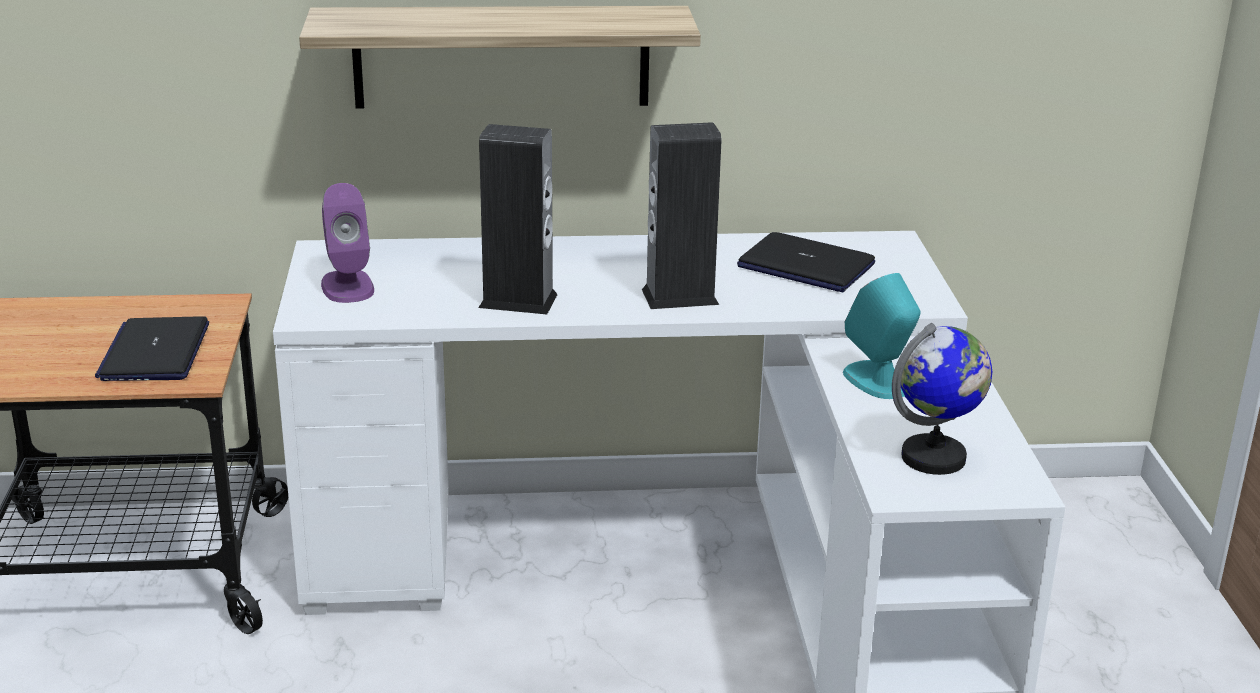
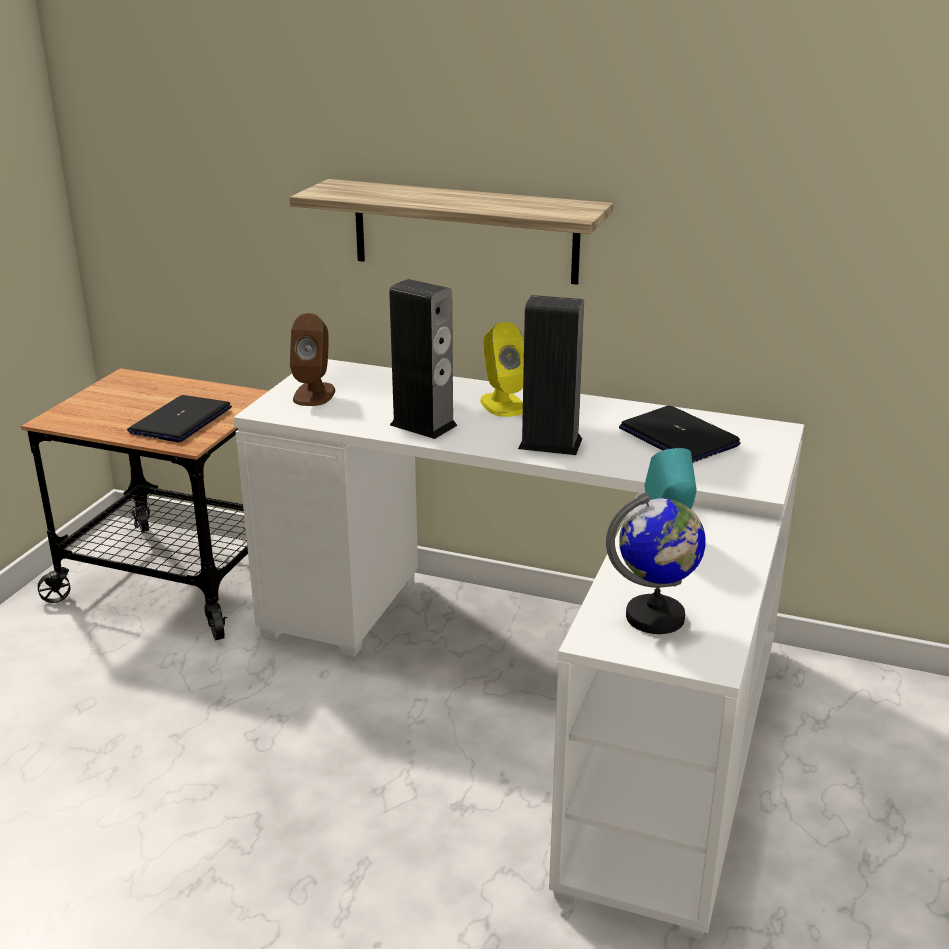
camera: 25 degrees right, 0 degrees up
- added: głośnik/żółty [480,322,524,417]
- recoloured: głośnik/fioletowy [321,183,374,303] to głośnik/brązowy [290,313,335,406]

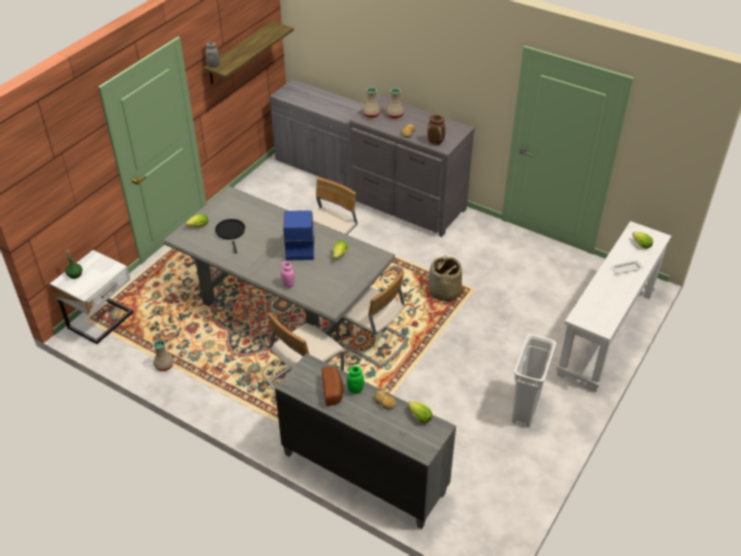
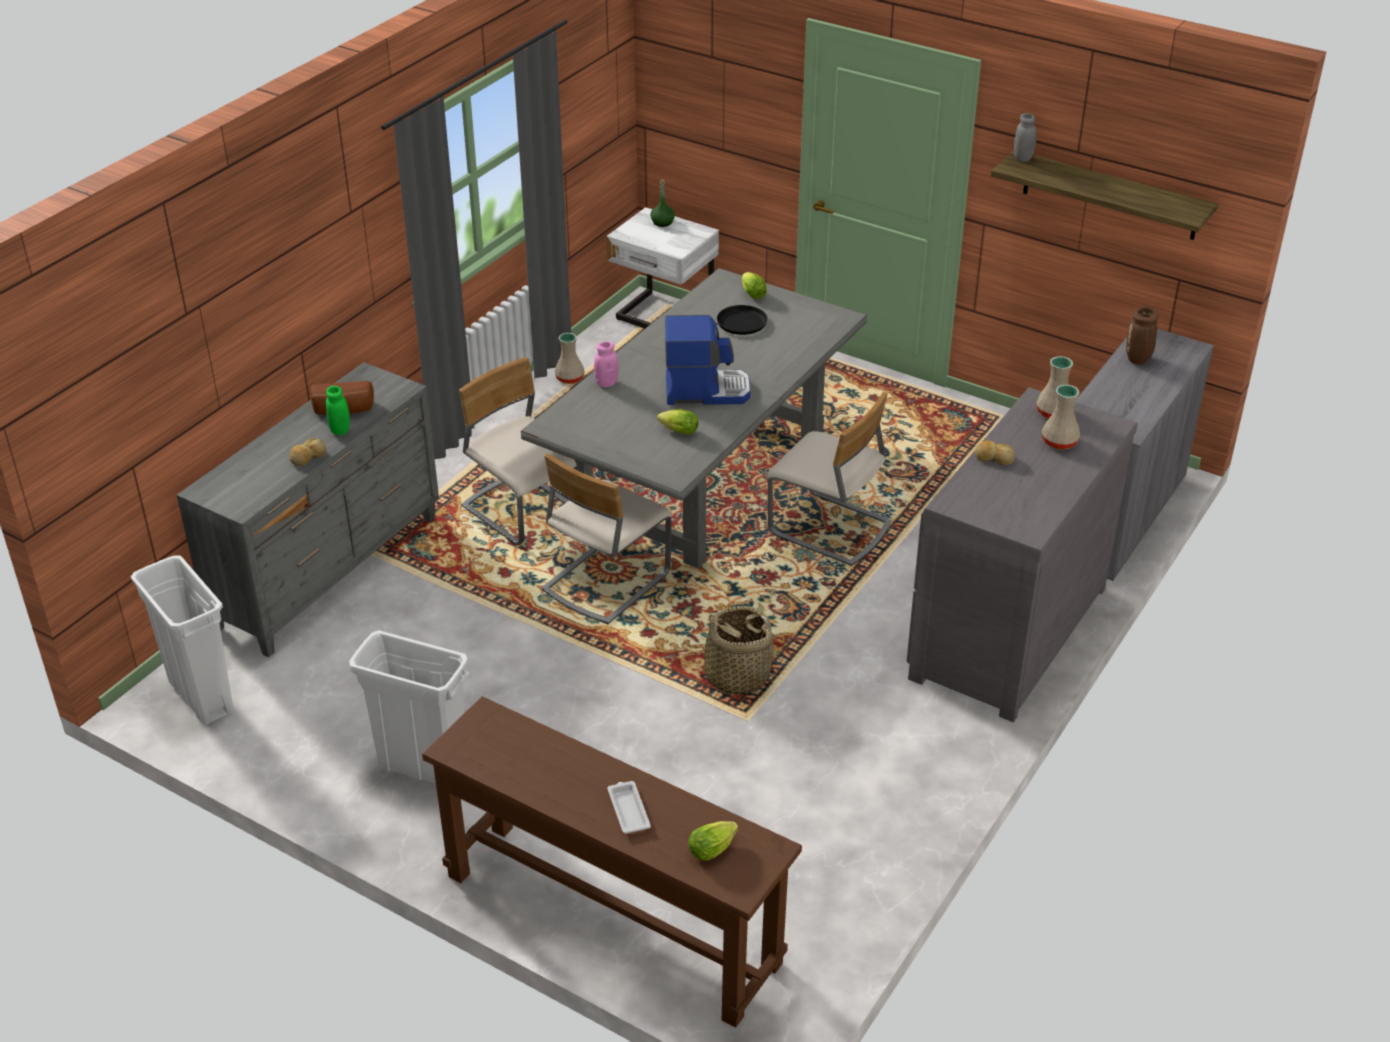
camera: 90 degrees right, 5 degrees down
- removed: sałata [408,401,432,423]
- added: kosz na śmieci/biały [131,556,233,725]
- moved: wazon/brązowy [427,115,445,145] to [1126,306,1159,365]
- recoloured: stolik konsolowy/biały [557,221,671,392] to stolik konsolowy/brązowy [422,696,802,1028]

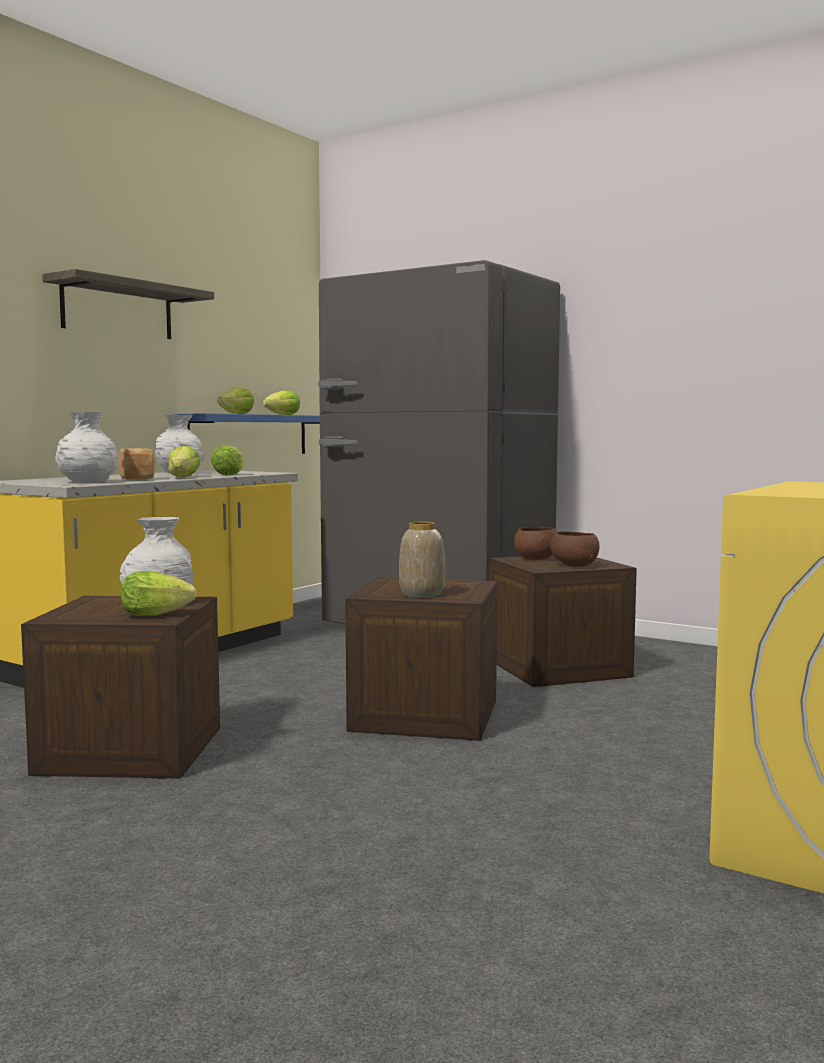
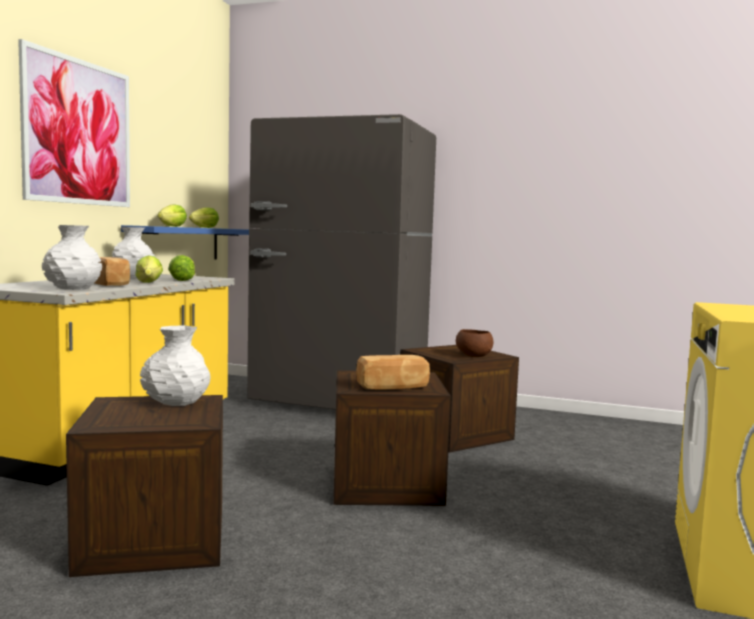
camera: 15 degrees left, 0 degrees up
- removed: sałata [120,571,197,616]
- removed: miska/brązowy [514,527,558,560]
- replaced: półka [42,269,214,339] to obraz [18,39,130,207]
- replaced: wazon [399,522,445,598] to chleb [356,355,430,390]

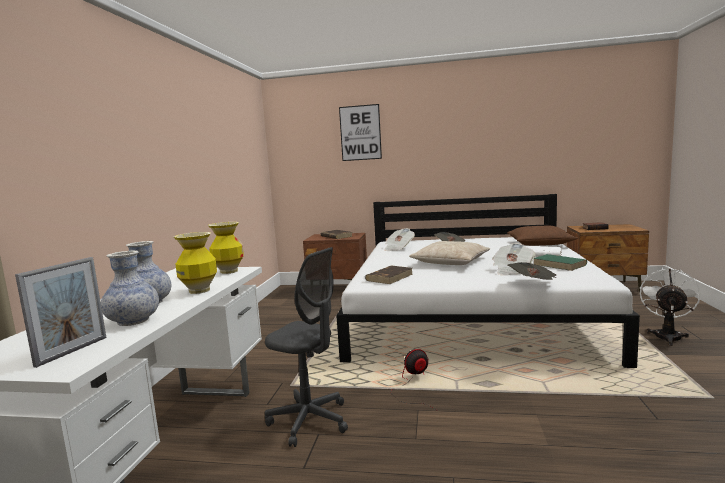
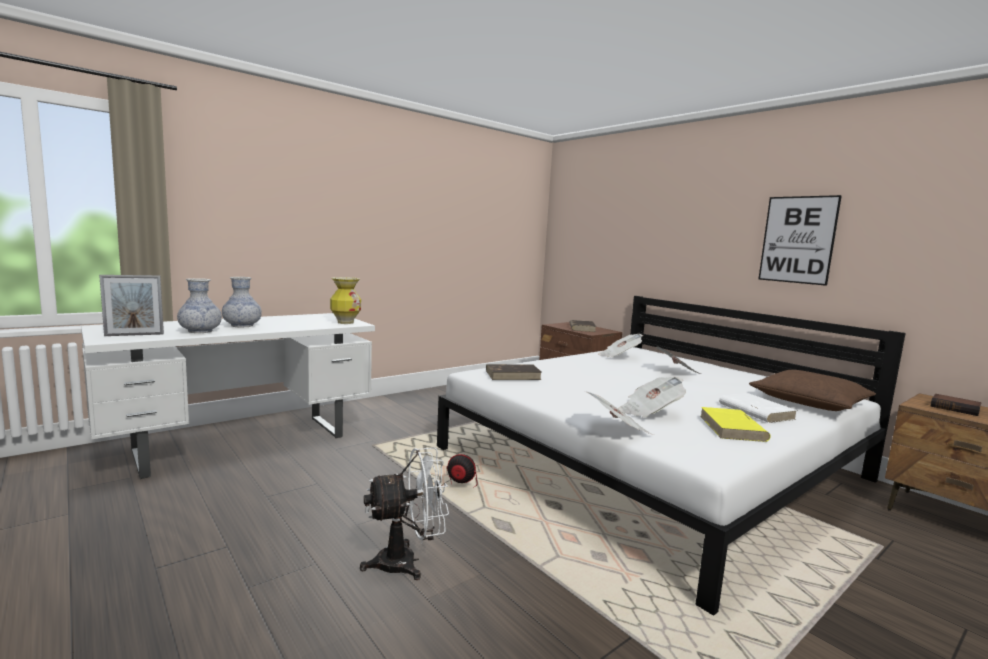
camera: 40 degrees right, 0 degrees up
- removed: wazon [174,232,217,294]
- removed: krzesło biurowe/szary [265,247,348,447]
- removed: poduszka/beżowy [409,241,490,265]
- moved: obraz [339,104,382,161] to [759,195,842,286]
- moved: wentylator/biały [640,267,701,346] to [360,448,449,580]
- recoloured: książka/zielony [534,254,587,271] to książka/żółty [700,407,771,442]

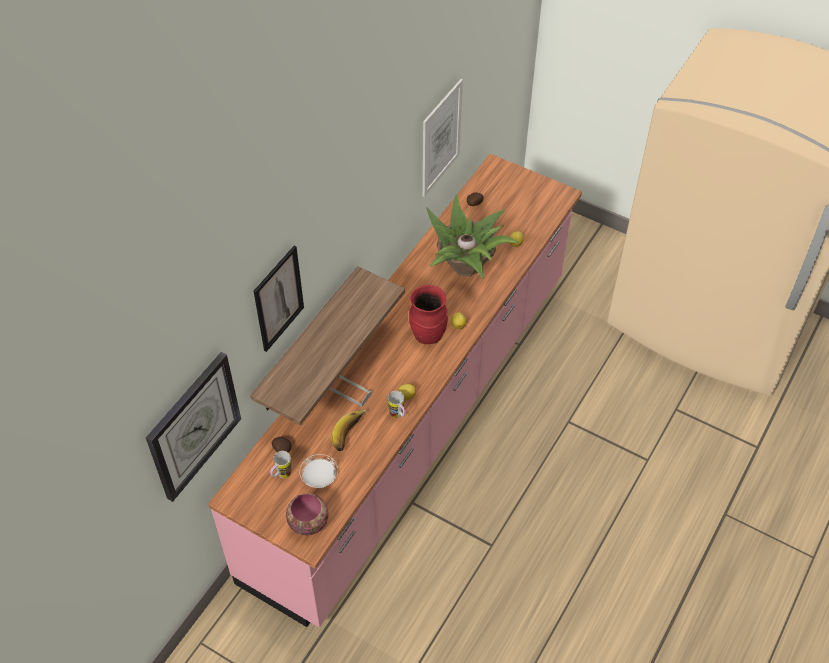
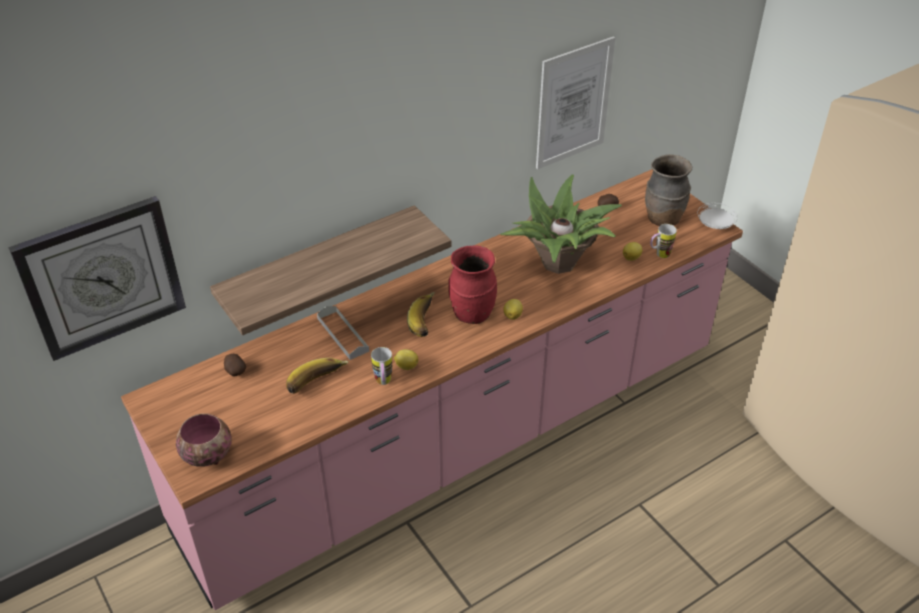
camera: 25 degrees right, 10 degrees down
- removed: obraz [254,246,304,352]
- added: banan [407,292,435,337]
- added: wazon/brązowy [645,154,692,226]
- moved: kubek [270,451,292,479] to [650,224,677,258]
- moved: talerz/biały [300,454,338,488] to [697,203,738,229]

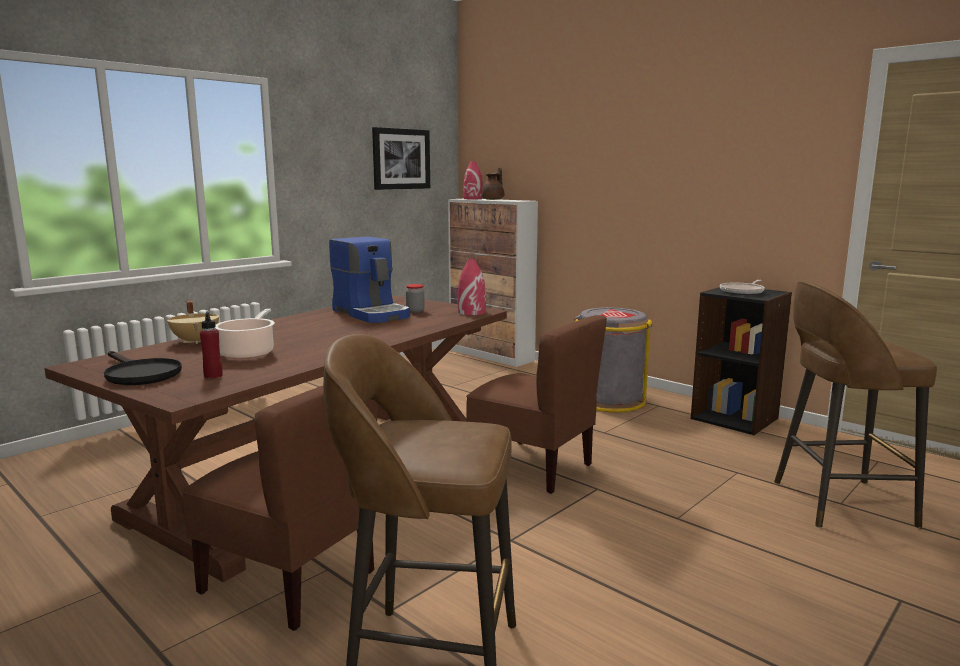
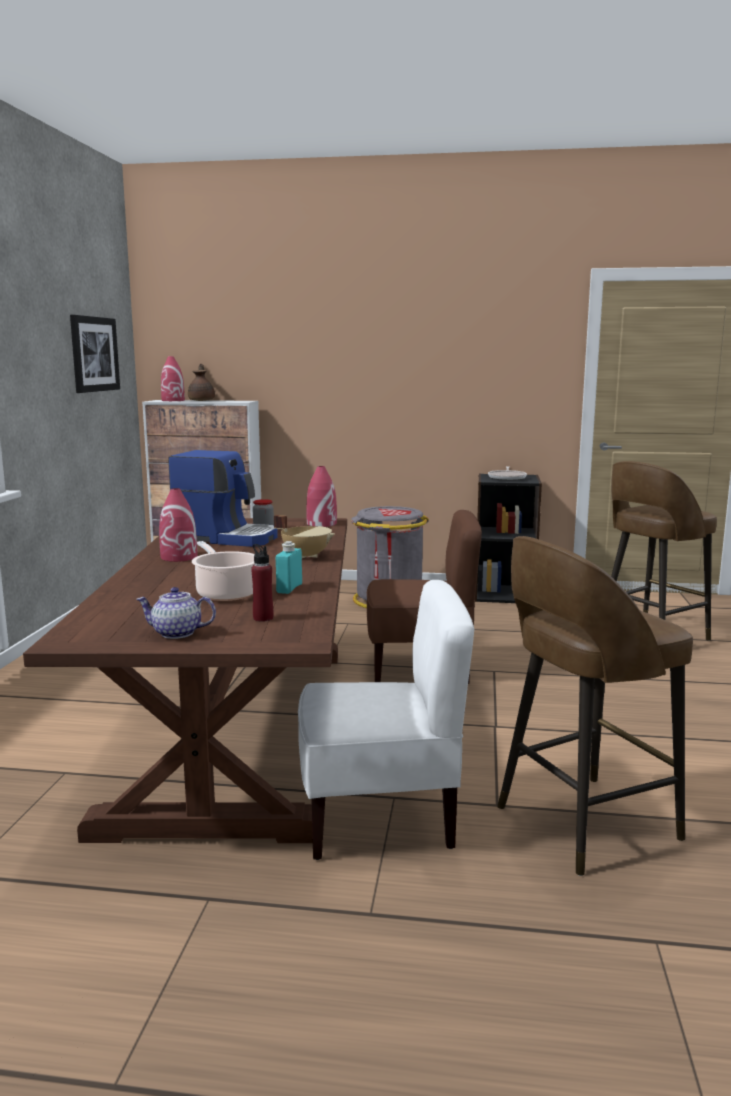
camera: 35 degrees left, 0 degrees up
- added: wazon/czerwony [159,488,197,562]
- added: butelka/turkusowy [276,541,302,594]
- moved: garnek/beżowy [167,300,219,344] to [274,515,335,558]
- replaced: patelnia/czarny [104,351,182,385] to imbryk [136,587,216,639]
- recoloured: krzesło/brązowy [181,386,379,631] to krzesło/biały [298,580,474,860]

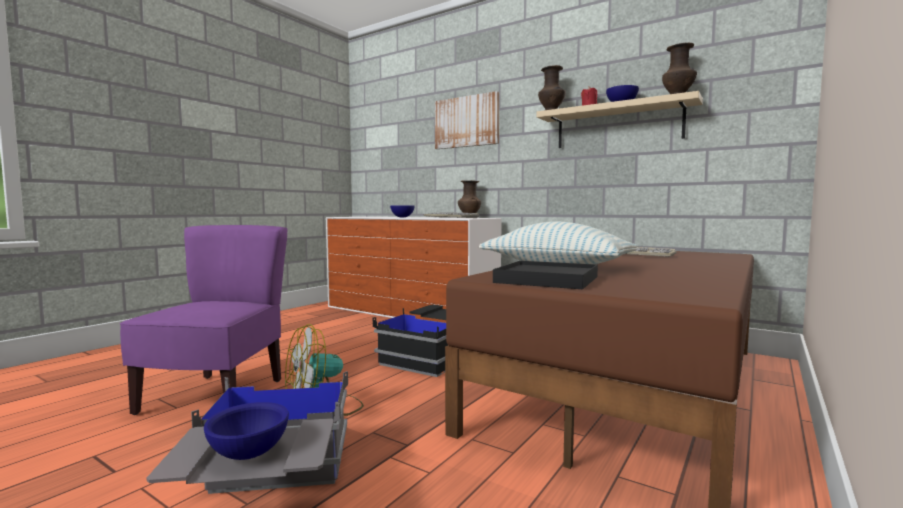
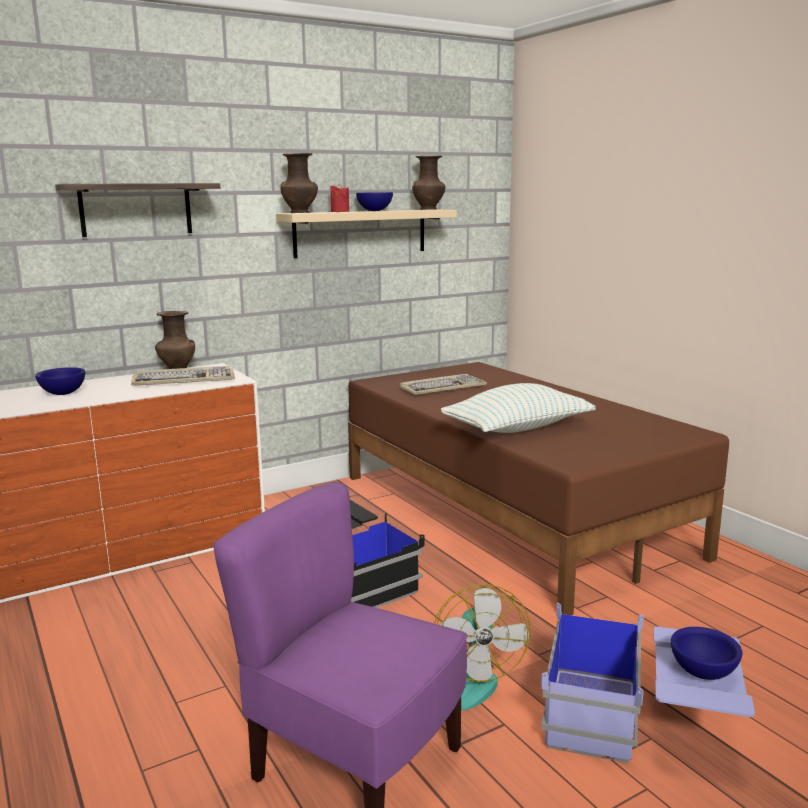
camera: 65 degrees left, 10 degrees up
- removed: taca/czarny [493,261,598,289]
- replaced: obraz [435,91,499,149] to półka [55,183,220,237]
- recoloured: pojemnik do przechowywania/szary [146,371,348,494] to pojemnik do przechowywania/niebieski [541,602,755,763]

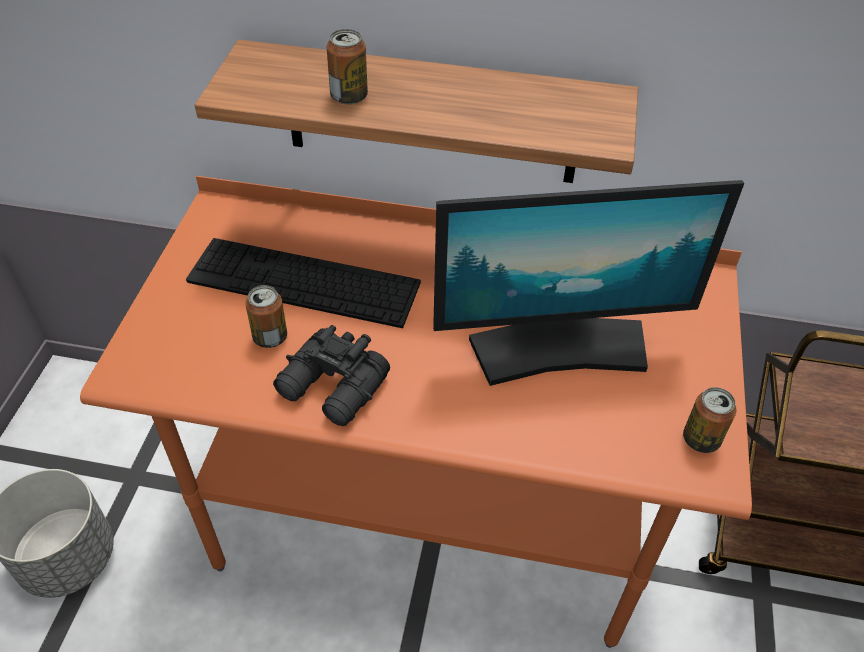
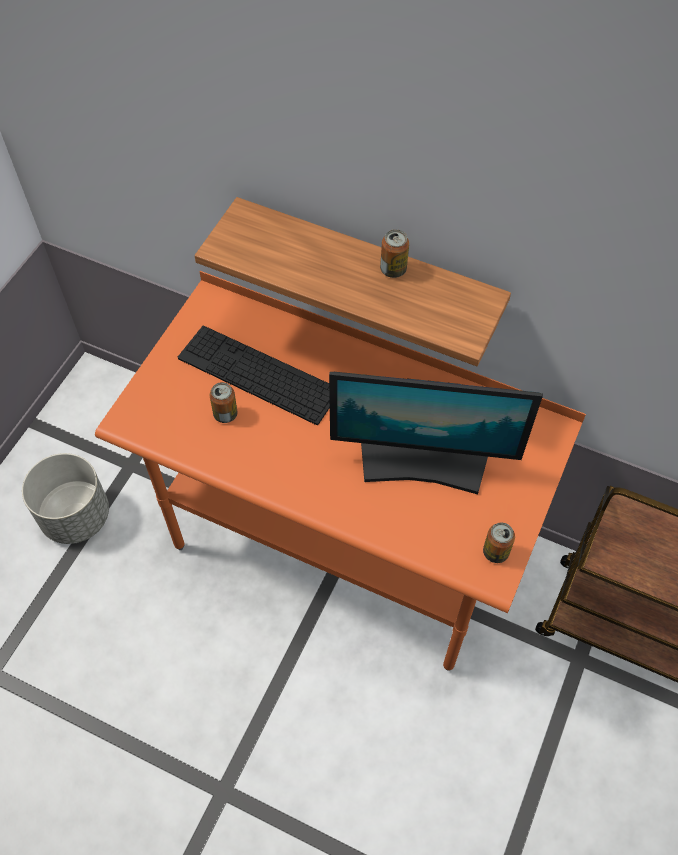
camera: 15 degrees right, 10 degrees up
- removed: lornetka/czarny [273,325,390,426]
- moved: puszka [327,29,368,105] to [380,229,409,278]

